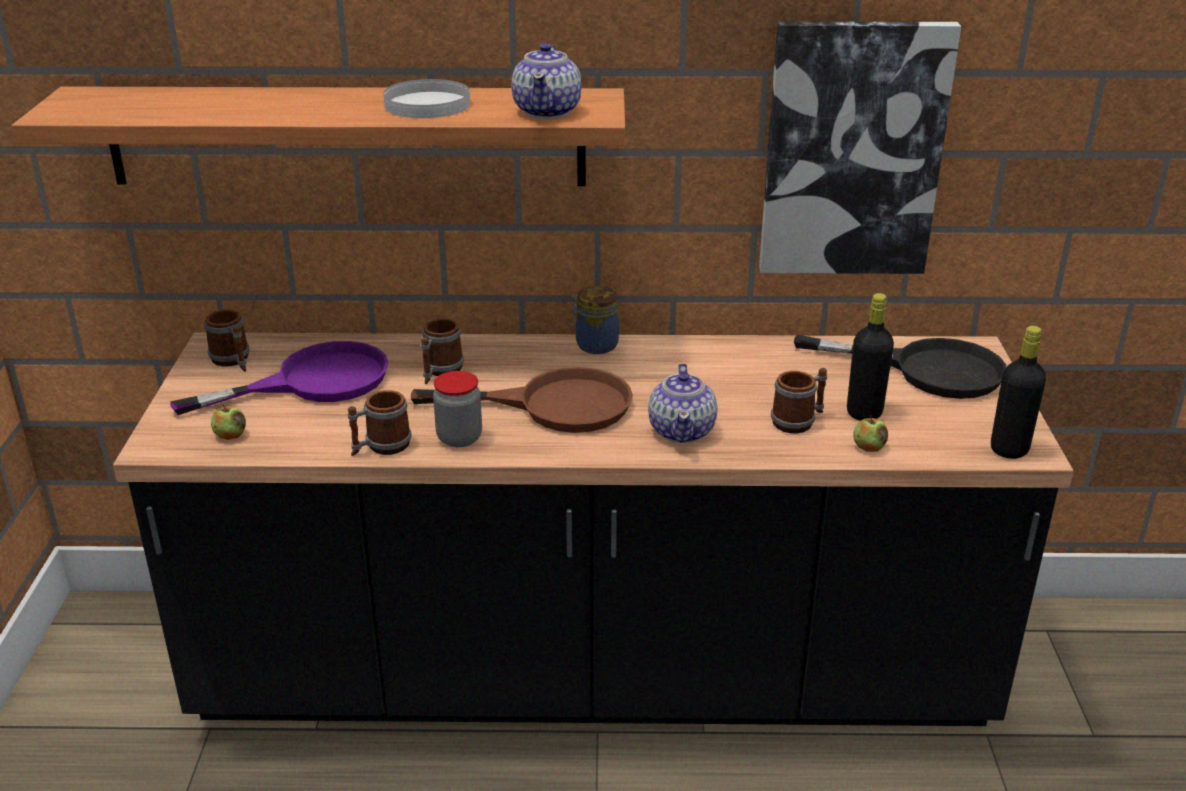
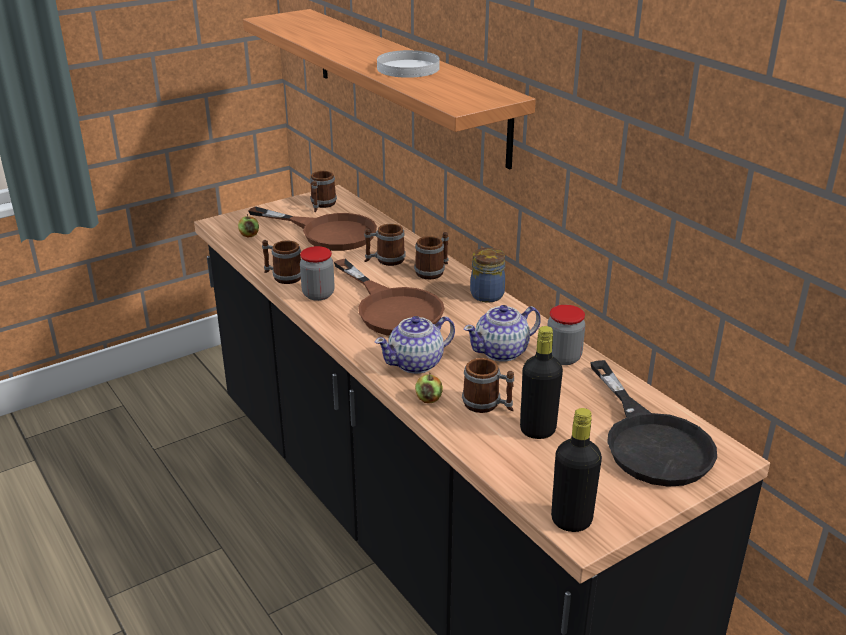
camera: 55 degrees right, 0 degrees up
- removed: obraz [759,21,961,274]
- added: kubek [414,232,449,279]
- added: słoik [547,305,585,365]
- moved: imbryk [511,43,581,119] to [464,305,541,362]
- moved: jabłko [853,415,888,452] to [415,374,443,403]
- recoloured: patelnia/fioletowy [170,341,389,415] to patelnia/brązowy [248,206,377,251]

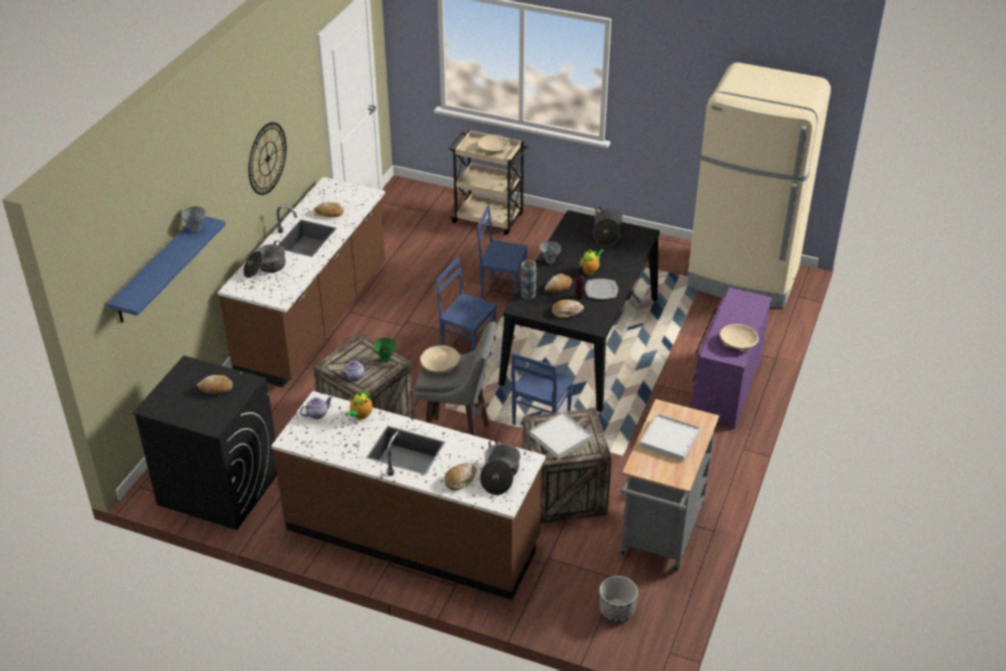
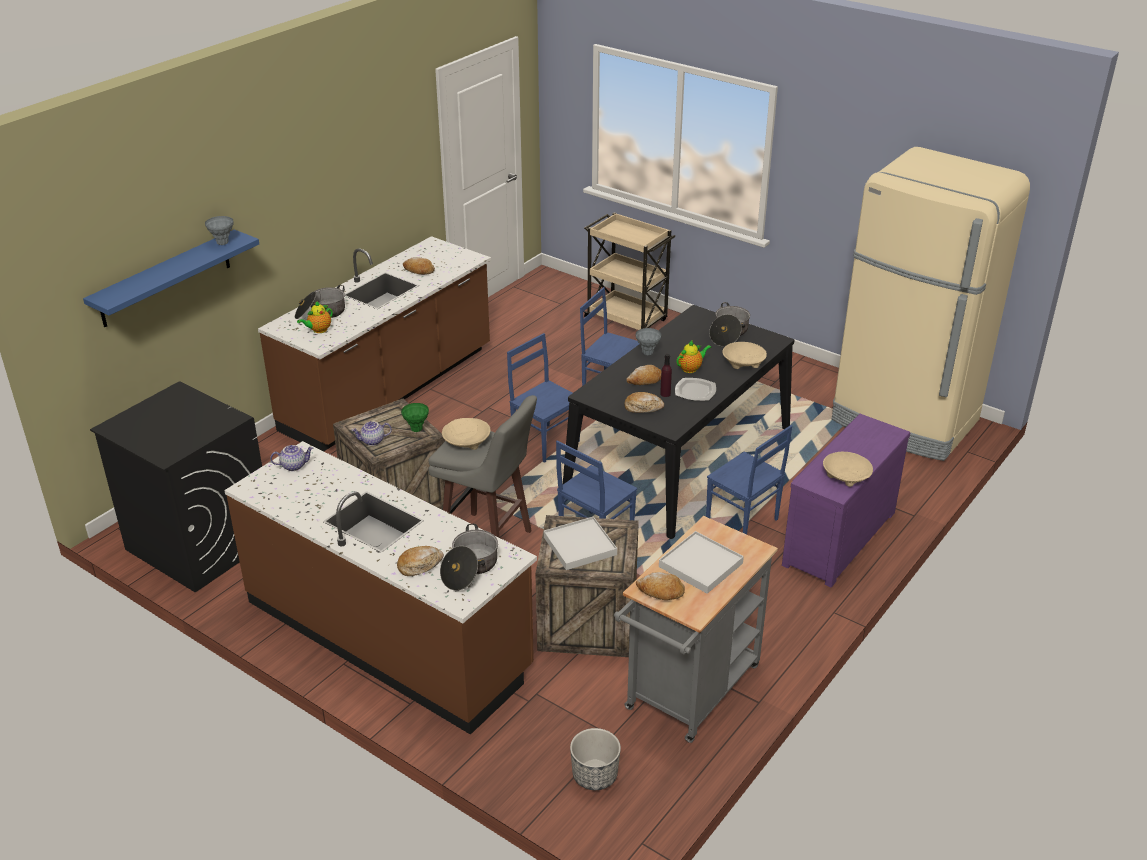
camera: 15 degrees right, 5 degrees down
- removed: zegar ścienny [248,122,286,195]
- removed: wazon [521,260,536,299]
- added: krzesło/niebieski [706,425,792,534]
- moved: chleb [197,375,233,394] to [636,572,685,600]
- moved: imbryk [345,391,373,420] to [297,301,333,333]
- moved: miska/beżowy [477,135,510,156] to [722,342,767,369]

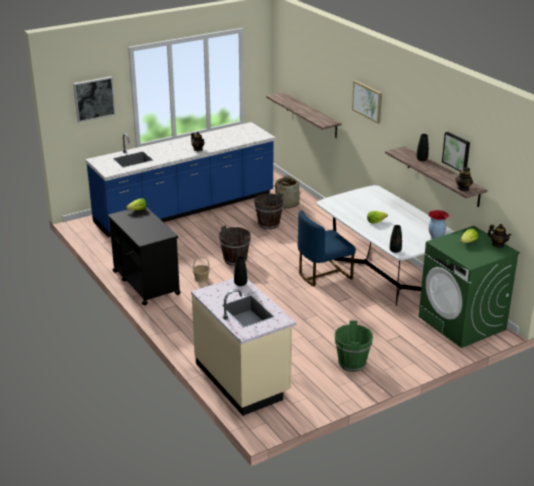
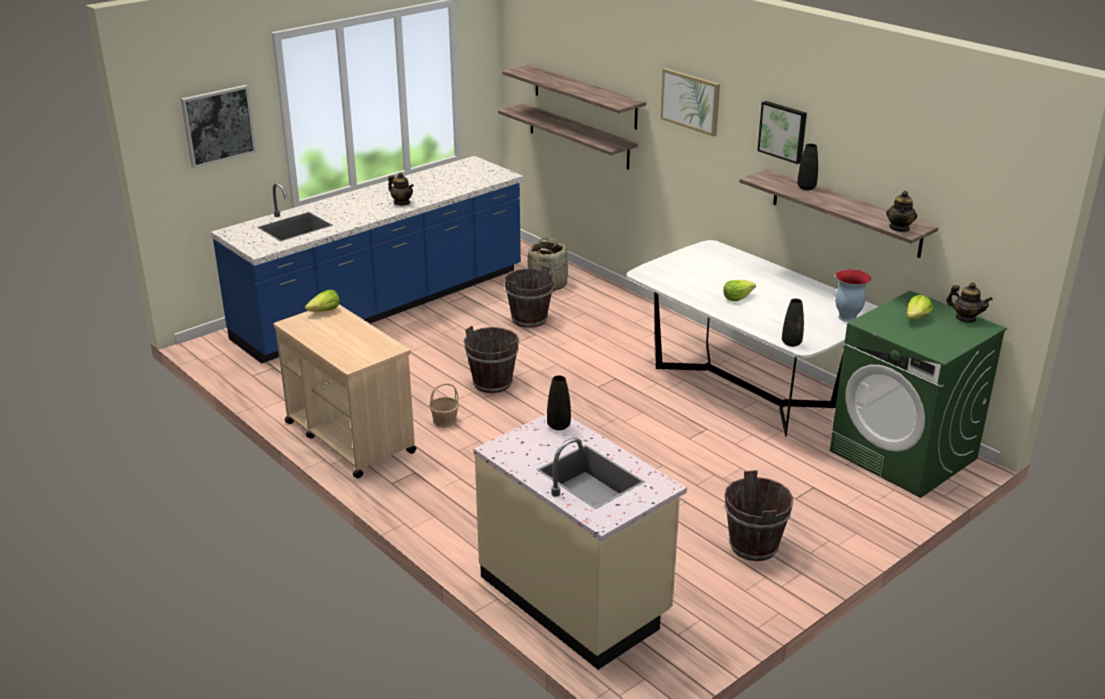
camera: 10 degrees left, 0 degrees up
- removed: krzesło/niebieski [298,210,356,286]
- added: półka [502,65,646,130]
- moved: obraz [442,132,470,171] to [757,101,807,164]
- recoloured: wózek/czarny [108,207,181,305] to wózek/beżowy [274,304,417,478]
- recoloured: wiadro/zielony [335,320,373,372] to wiadro/brązowy [724,470,794,561]

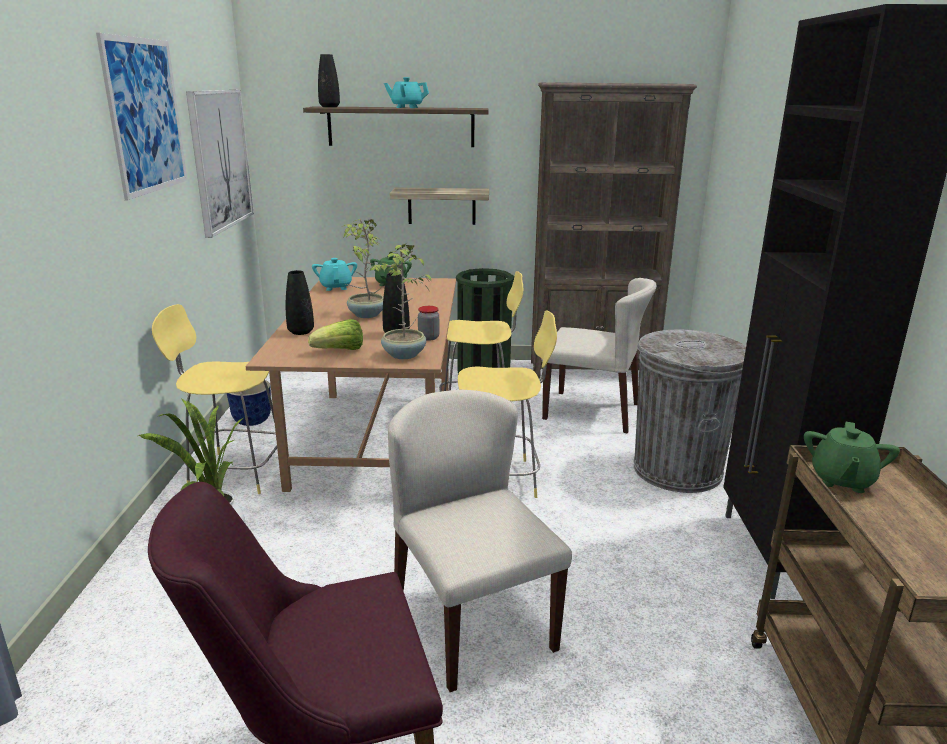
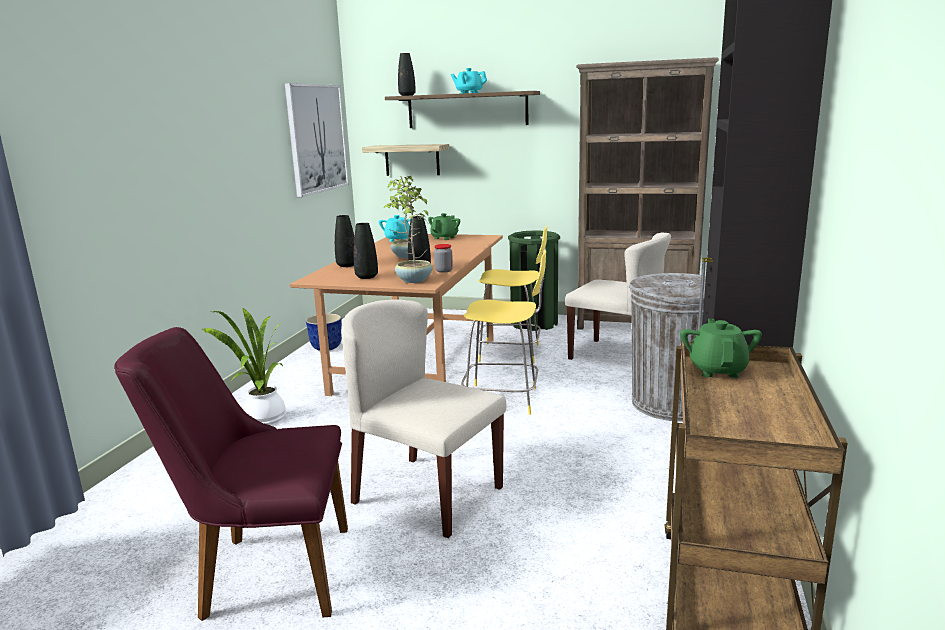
camera: 15 degrees right, 5 degrees down
- removed: obraz [96,33,187,200]
- removed: stołek/żółty [152,304,277,494]
- moved: półka [390,188,489,225] to [362,144,449,176]
- replaced: sałata [308,319,363,350] to wazon/czarny [354,223,378,279]
- turned: krzesło/beżowy [388,390,572,692] = [341,300,506,538] 45 degrees counterclockwise
- turned: imbryk/zielony [804,422,900,493] = [680,319,762,378] 150 degrees clockwise

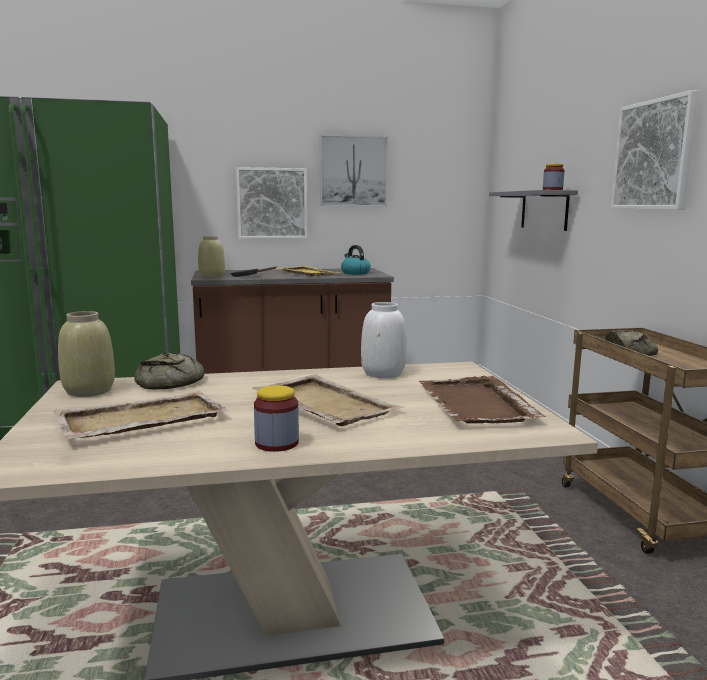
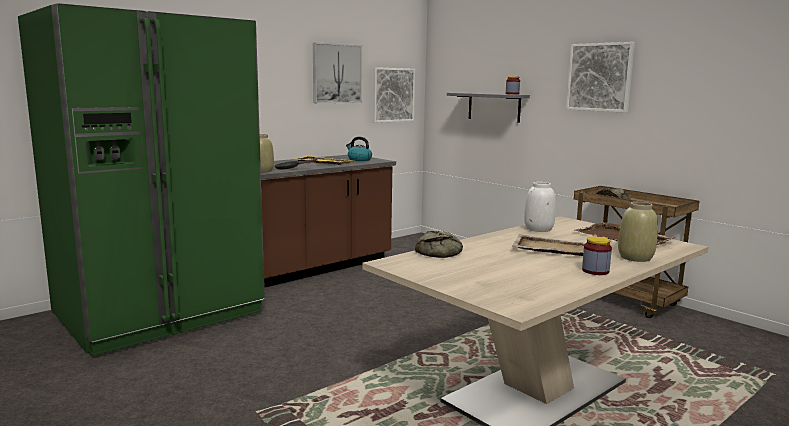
camera: 30 degrees left, 0 degrees up
- removed: taca/beżowy [53,391,228,439]
- moved: wazon/beżowy [58,311,115,397] to [618,202,658,262]
- moved: obraz [236,167,307,239] to [372,67,415,123]

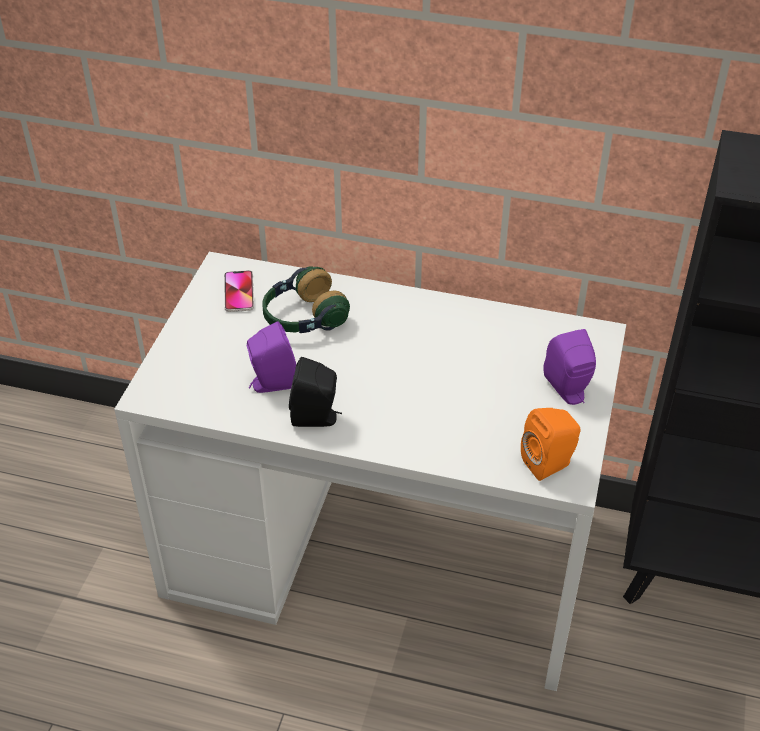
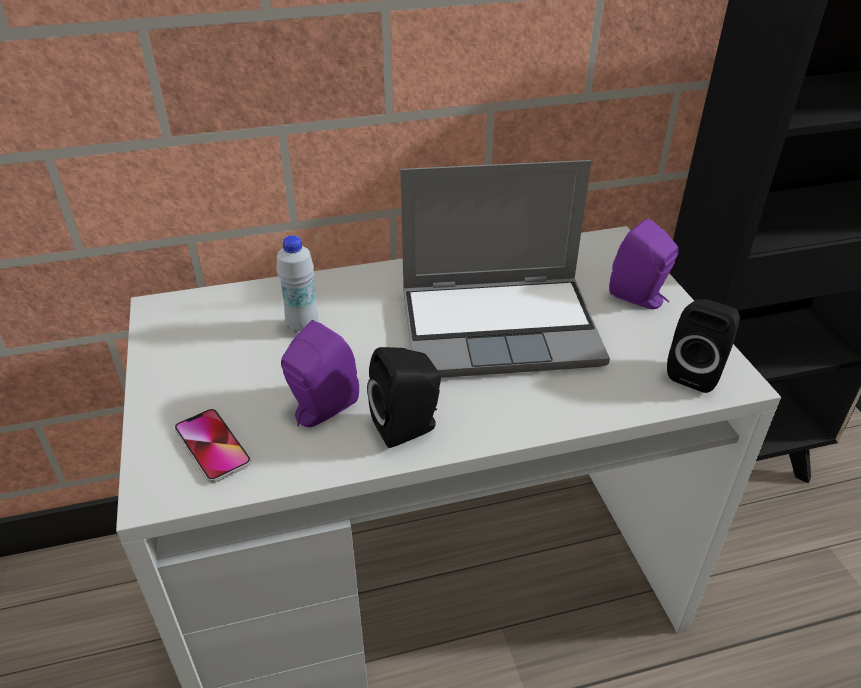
camera: 30 degrees left, 5 degrees down
- added: laptop [400,160,610,378]
- moved: telefon [224,270,254,312] to [174,409,251,483]
- replaced: słuchawki [262,266,350,333] to butelka/biały [276,235,318,334]
- recoloured: głośnik/pomarańczowy [521,408,581,481] to głośnik/czarny [667,299,740,393]

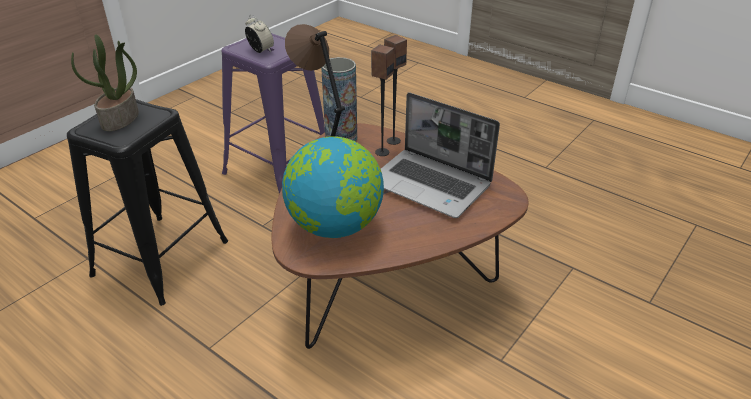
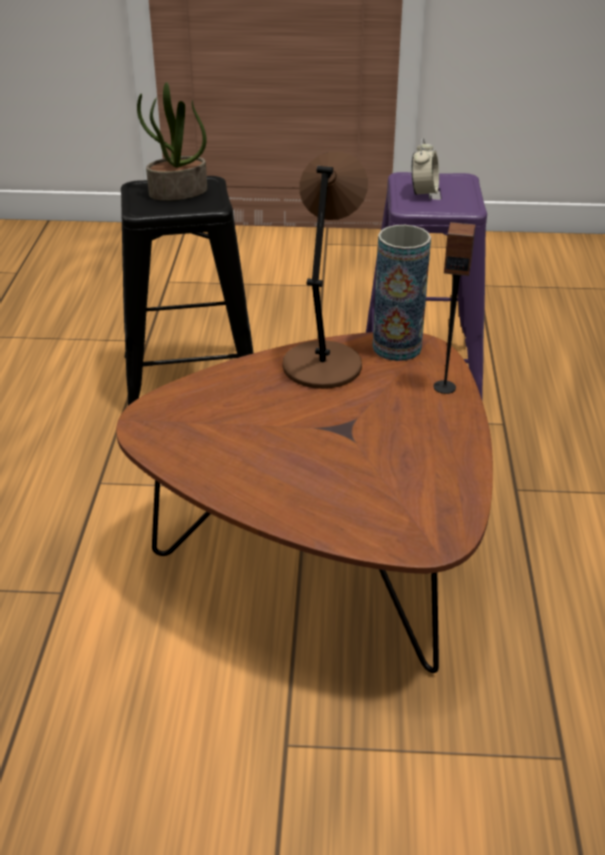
camera: 55 degrees right, 0 degrees up
- removed: globus [282,136,384,238]
- removed: głośnik [371,45,394,156]
- removed: laptop [381,92,500,218]

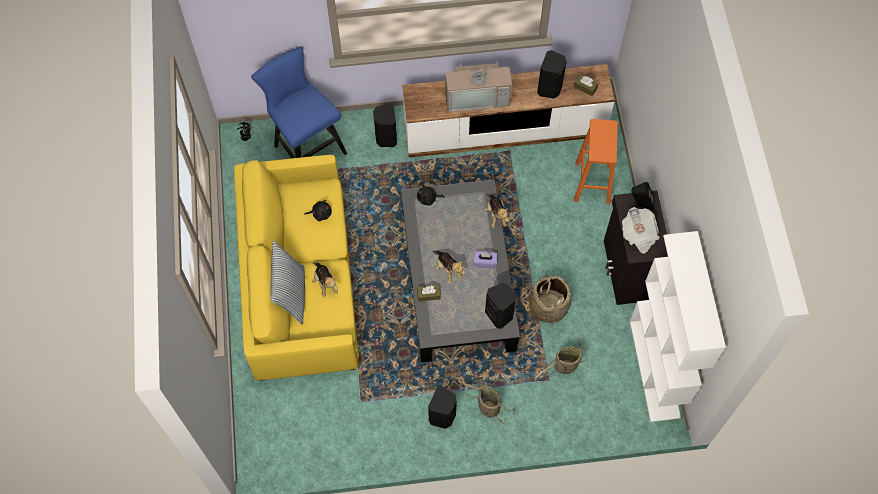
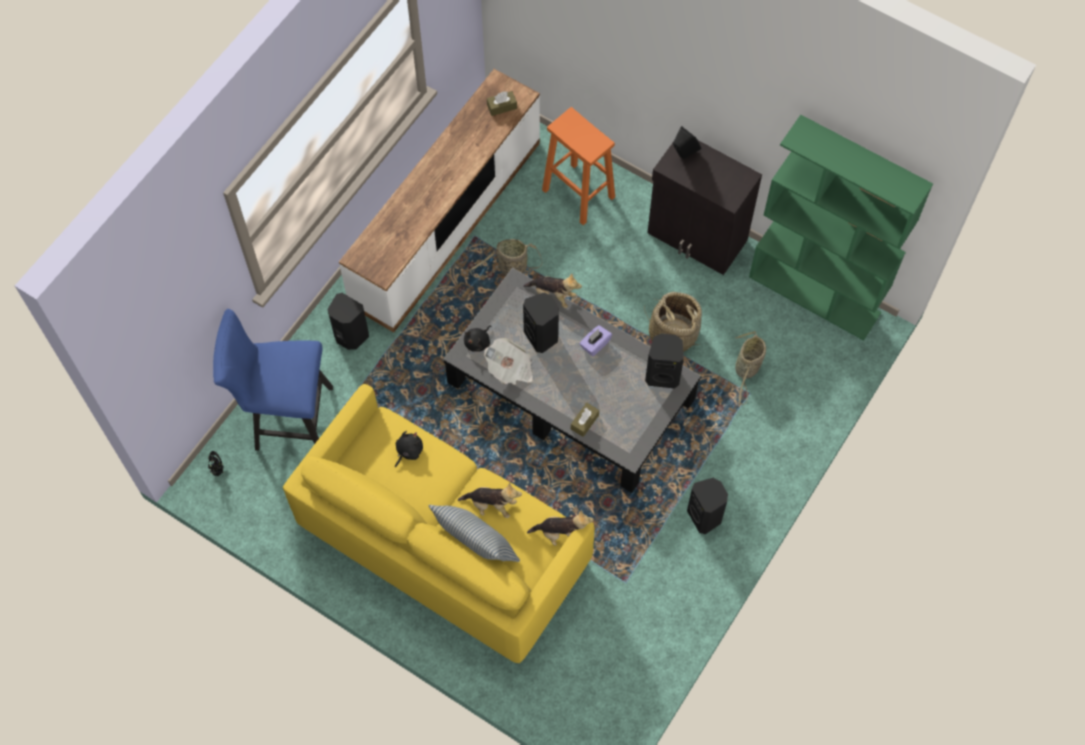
camera: 50 degrees left, 0 degrees up
- removed: telewizor [445,59,512,112]
- moved: pluszak [433,251,466,283] to [527,510,593,545]
- moved: koszyk [460,382,515,424] to [469,239,542,278]
- moved: głośnik/czarny [537,50,567,99] to [523,292,559,353]
- moved: gazeta [622,207,659,254] to [484,338,533,385]
- recoloured: regał/biały [630,231,726,422] to regał/zielony [749,115,933,341]

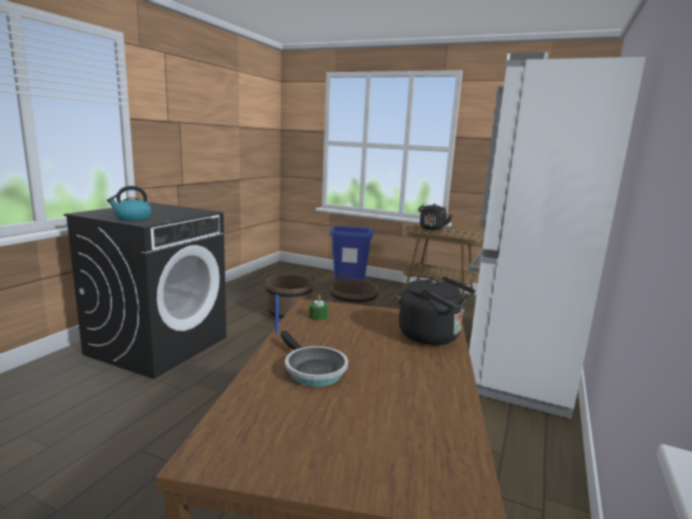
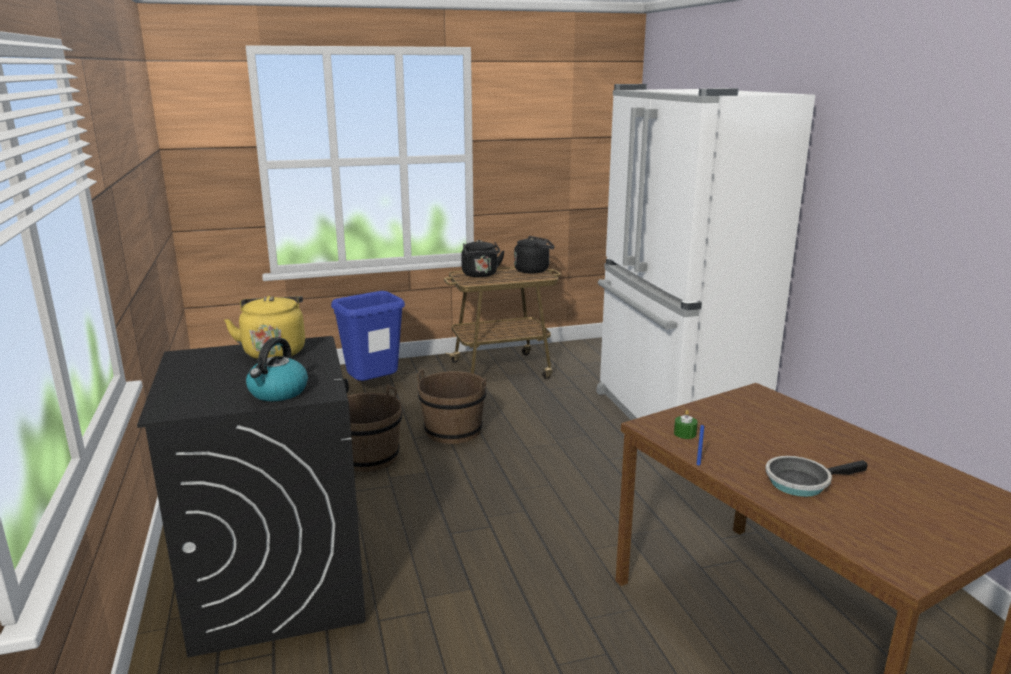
camera: 40 degrees left, 5 degrees up
- added: czajnik/żółty [224,296,305,359]
- moved: czajnik/czarny [399,276,475,345] to [514,236,554,274]
- turned: patelnia [281,330,348,387] = [765,456,868,497] 150 degrees clockwise

